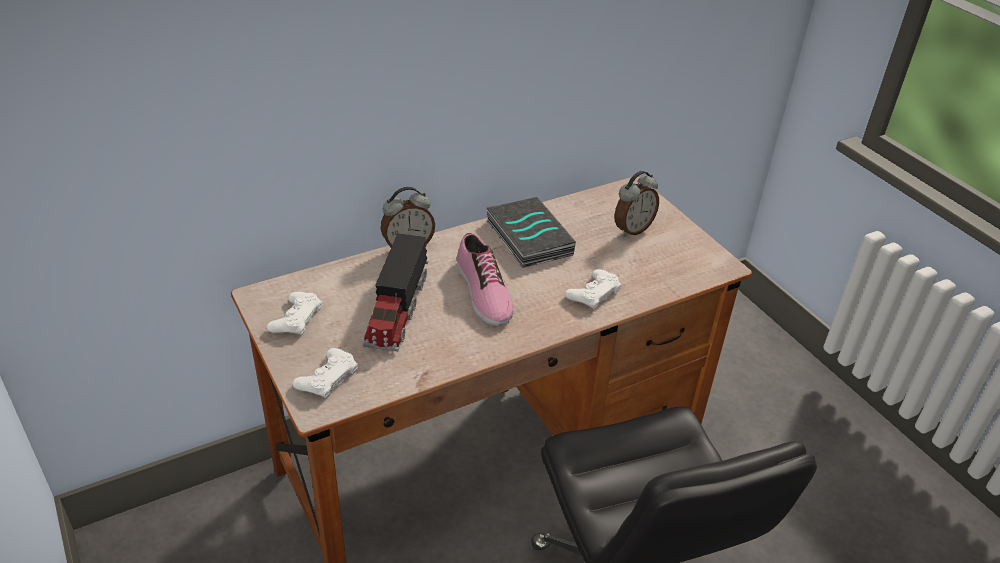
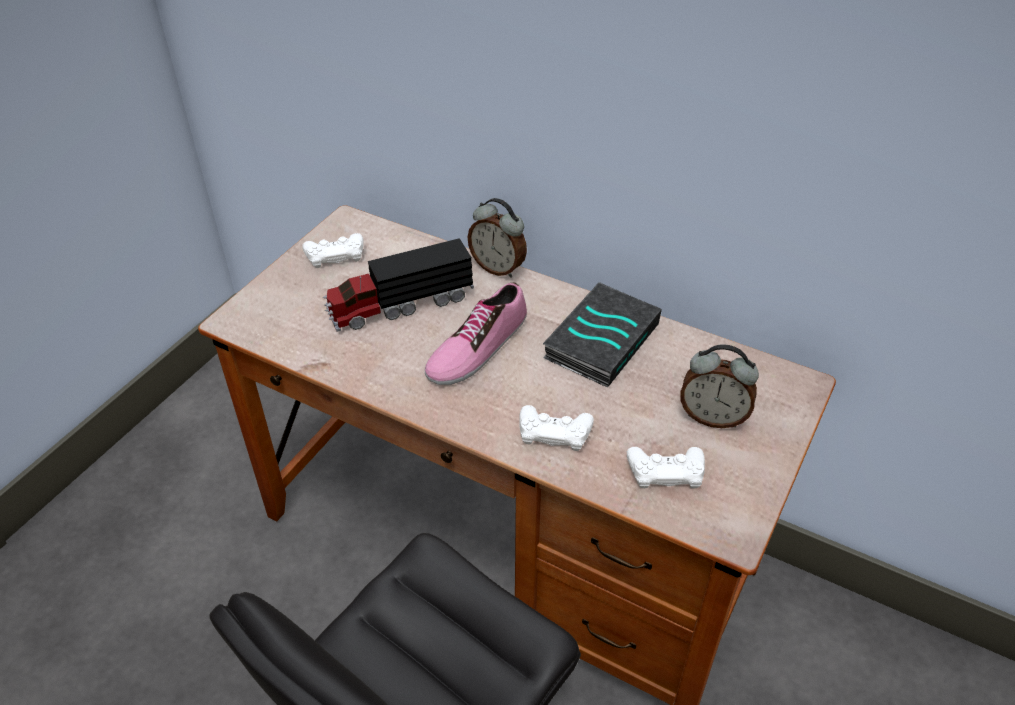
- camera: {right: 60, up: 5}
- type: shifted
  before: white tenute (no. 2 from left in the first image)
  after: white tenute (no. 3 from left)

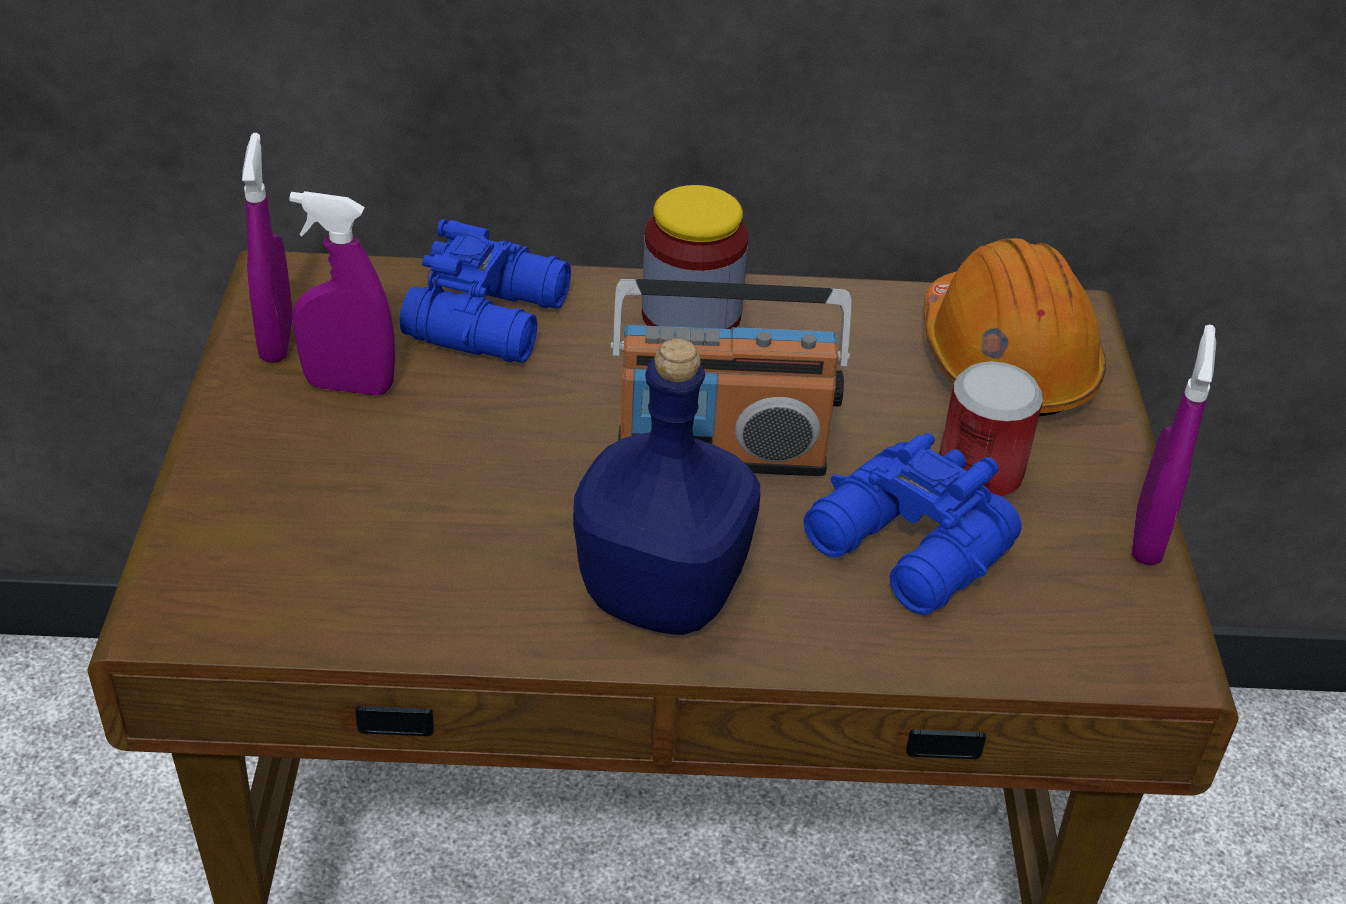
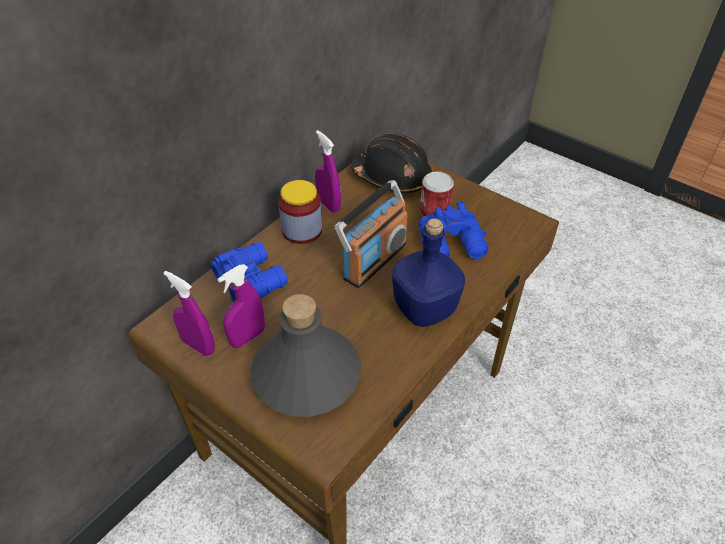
- camera: {right: -50, up: 5}
- type: new
  after: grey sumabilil
- type: shifted
  before: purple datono (no. 3 from left)
- type: repainted
  before: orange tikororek
  after: black tikororek

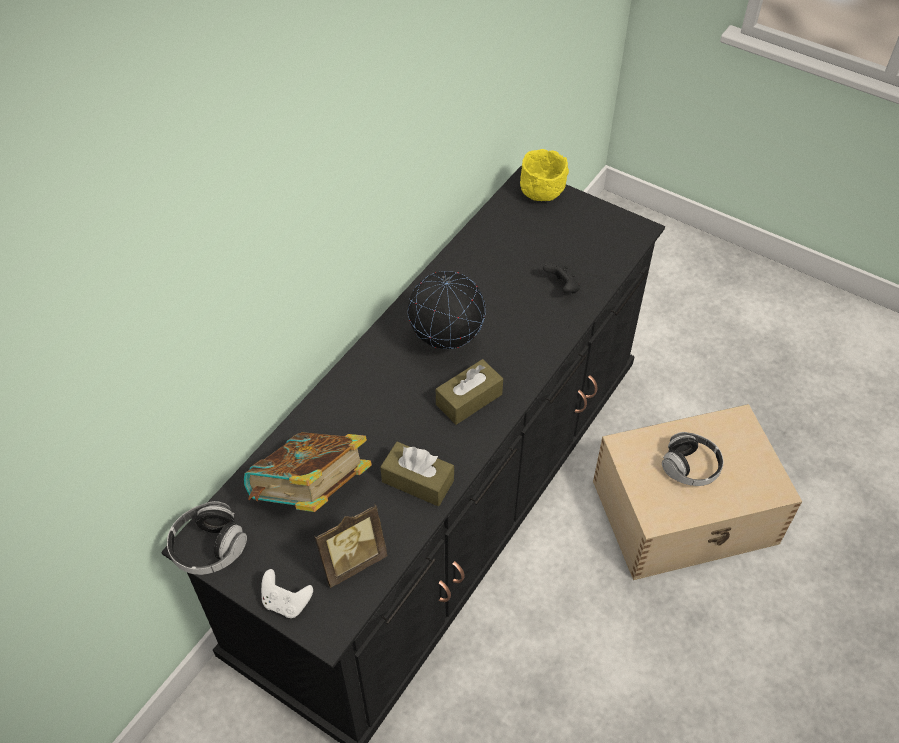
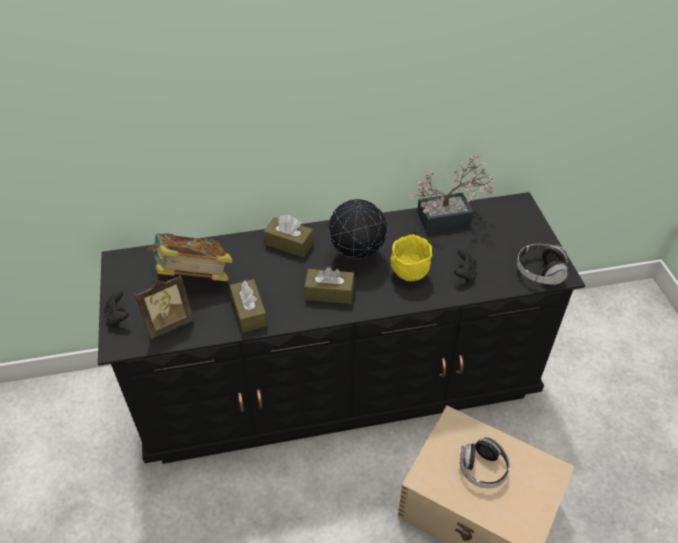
- camera: {right: 45, up: -5}
- type: new
  after: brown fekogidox (no. 2 from left)
- type: new
  after: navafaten
- type: shifted
  before: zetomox (no. 1 from left in the first image)
  after: zetomox (no. 2 from left)
- type: shifted
  before: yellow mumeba
- type: repainted
  before: white tenute
  after: black tenute (no. 1 from left)
- type: rotated
  before: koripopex
  turn: -45

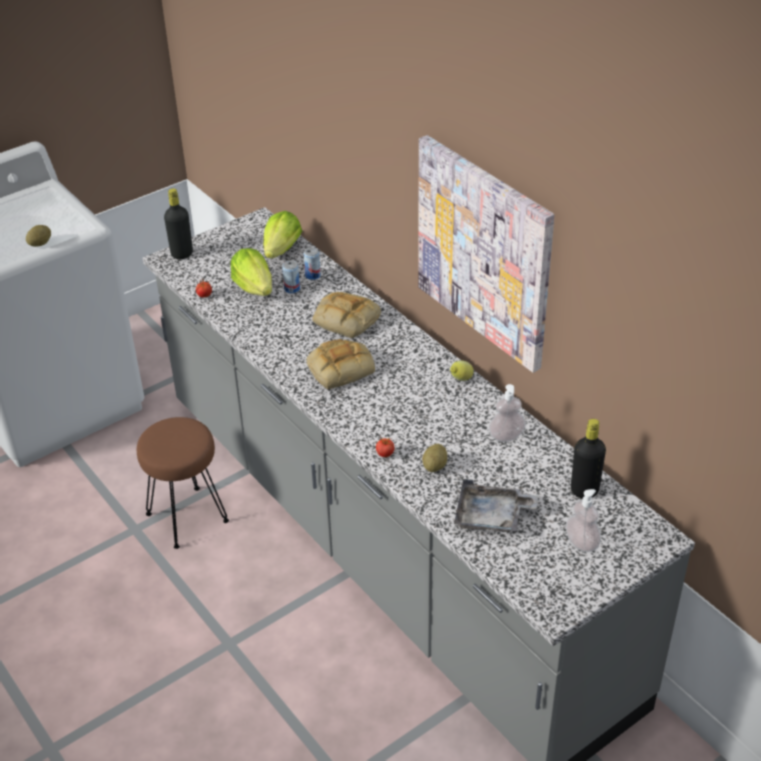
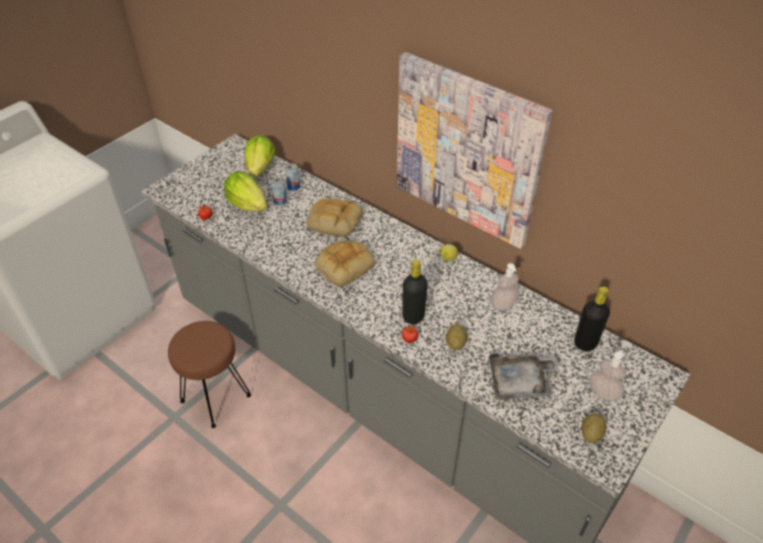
- camera: {right: -15, up: 5}
- type: shifted
  before: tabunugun (no. 1 from left in the first image)
  after: tabunugun (no. 2 from left)
- type: shifted
  before: black sumabilil (no. 1 from left)

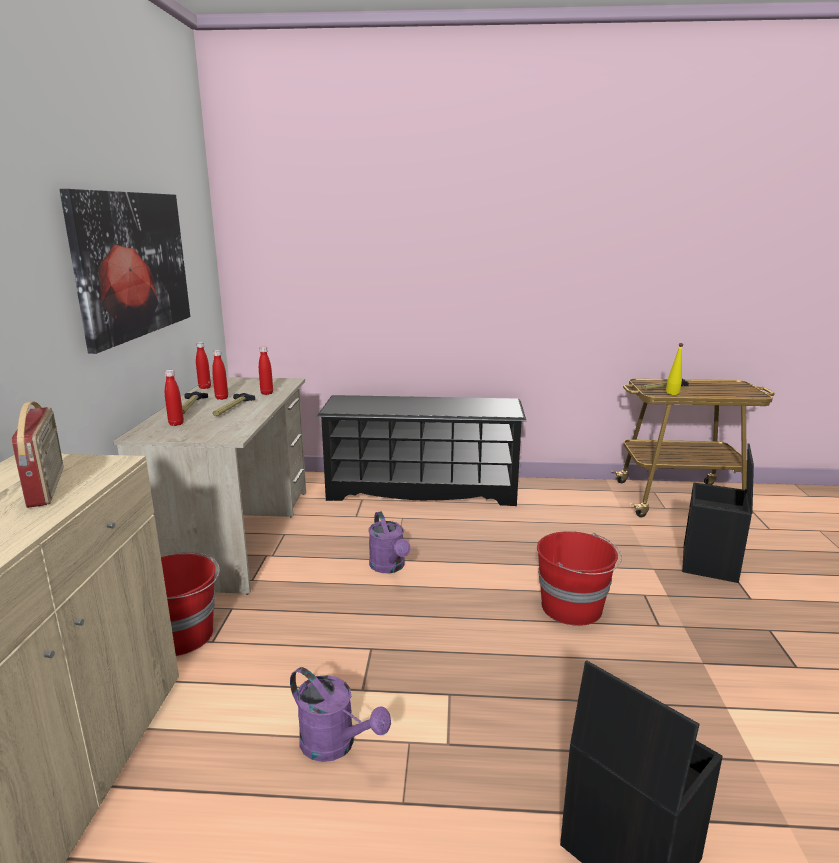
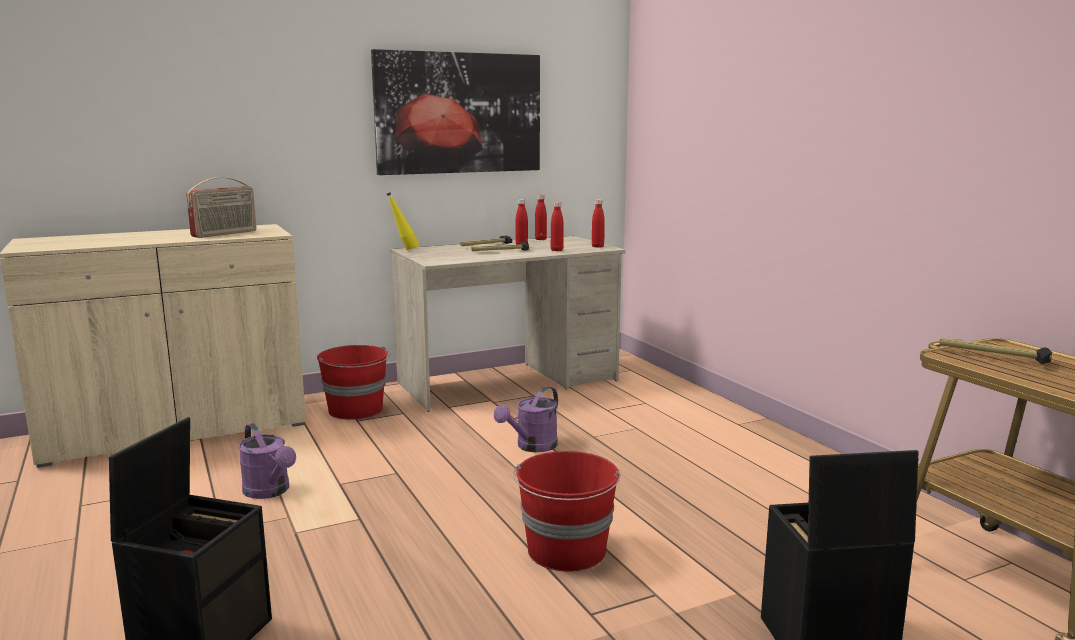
- camera: {right: 60, up: -5}
- type: gone
  before: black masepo
- type: shifted
  before: red sumabilil (no. 1 from left in the first image)
  after: red sumabilil (no. 4 from left)
- type: shifted
  before: yellow sumabilil
- type: rotated
  before: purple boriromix (no. 1 from left)
  turn: -45

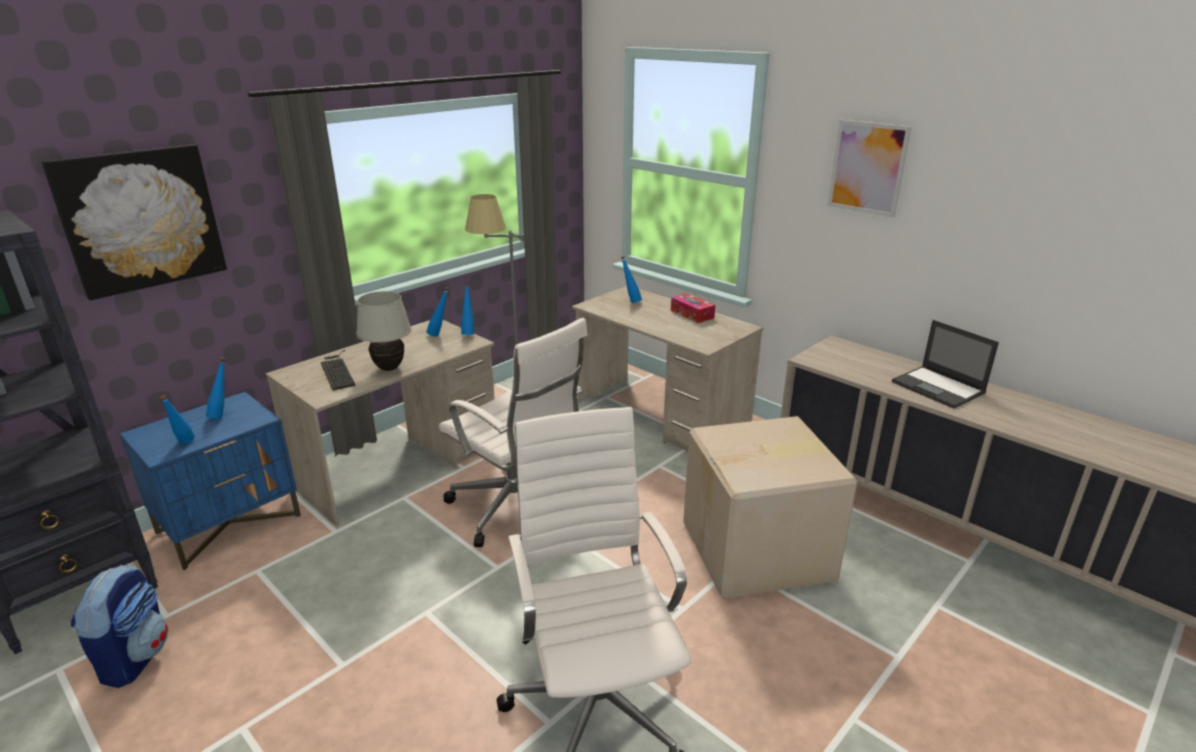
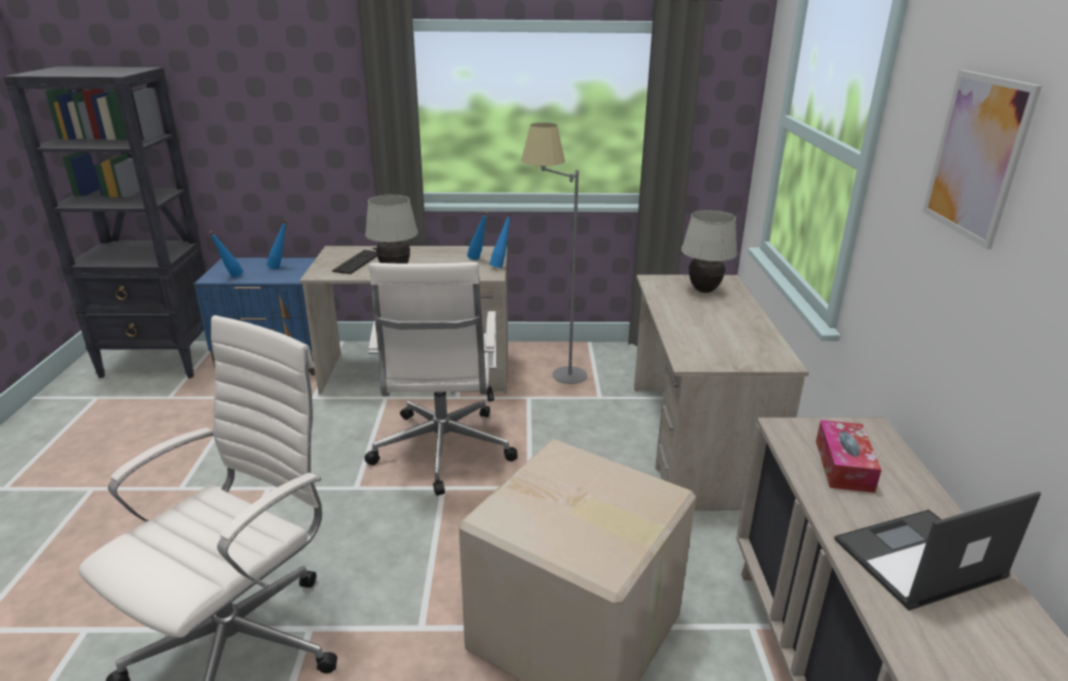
- camera: {right: 45, up: 0}
- type: gone
  before: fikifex (no. 1 from left)
- type: gone
  before: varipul
- type: shifted
  before: fekogidox
- type: swapped
  before: blue sumabilil (no. 5 from left)
  after: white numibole (no. 2 from left)
- type: rotated
  before: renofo
  turn: 60

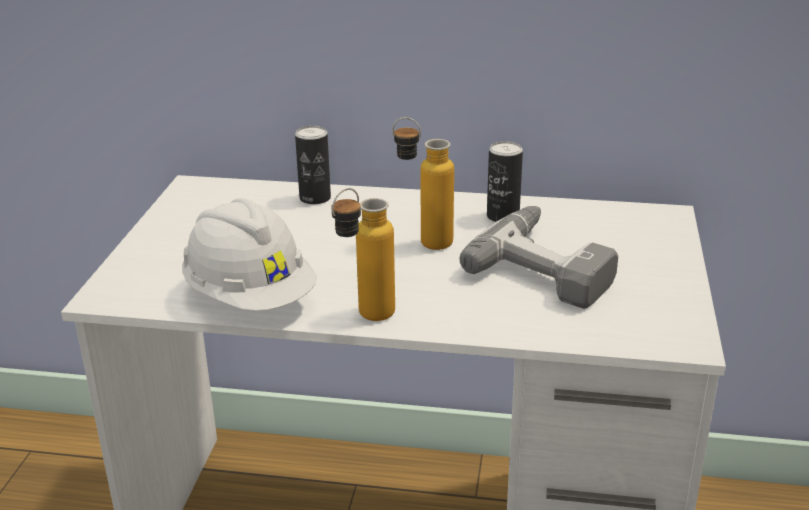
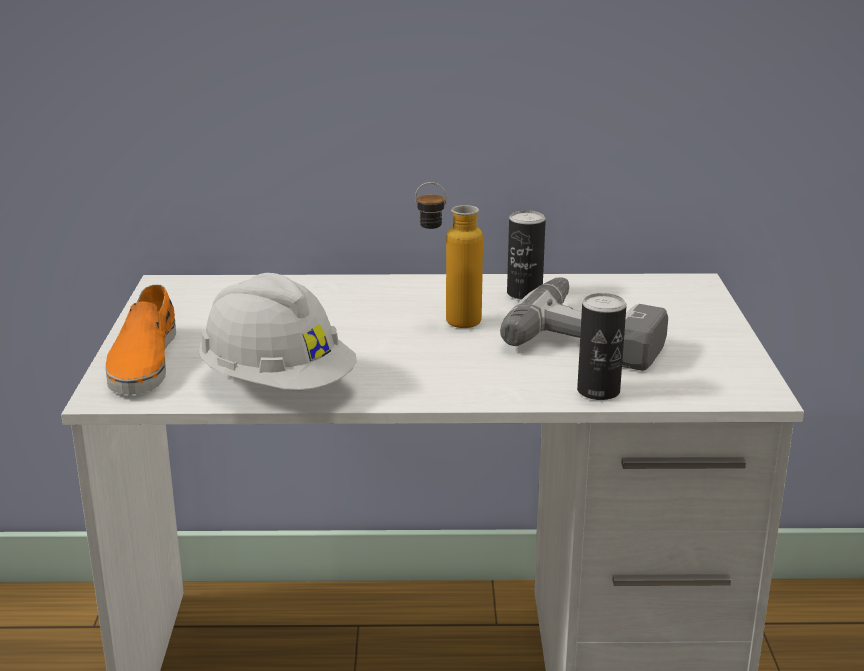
- camera: {right: -10, up: -5}
- type: gone
  before: sumabilil (no. 1 from left)
- type: new
  after: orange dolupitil
- type: shifted
  before: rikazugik (no. 1 from left in the first image)
  after: rikazugik (no. 2 from left)

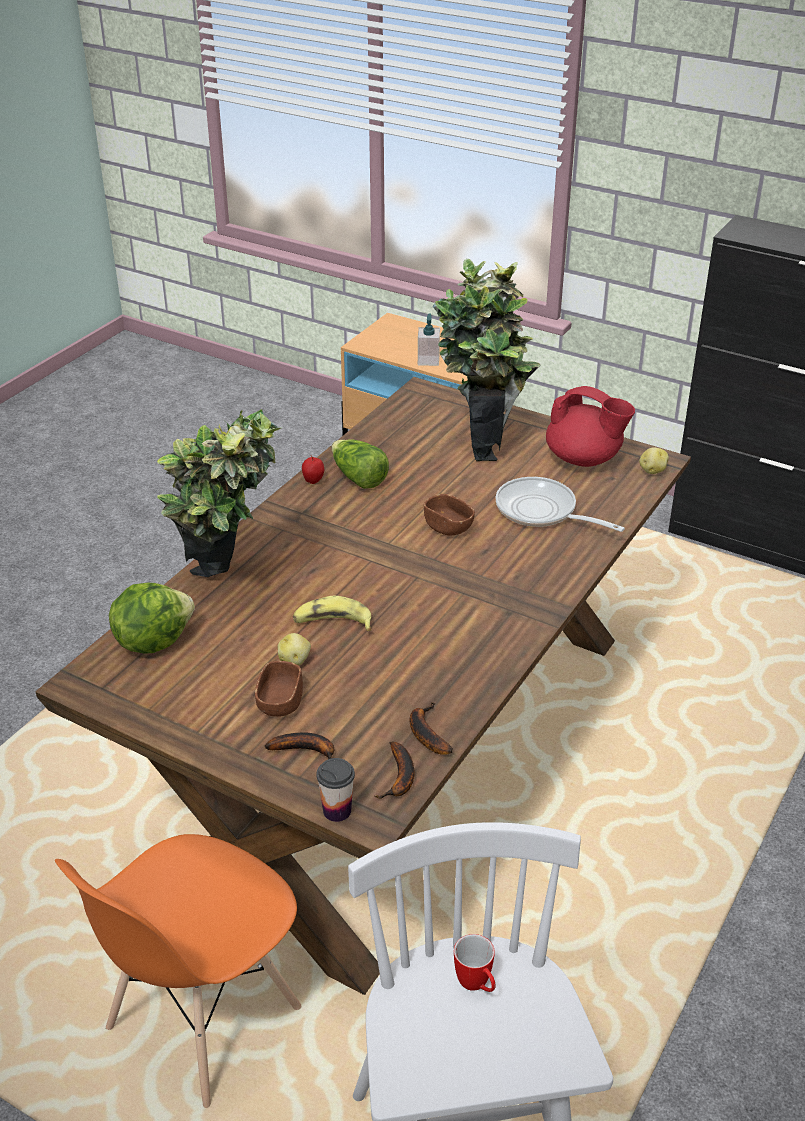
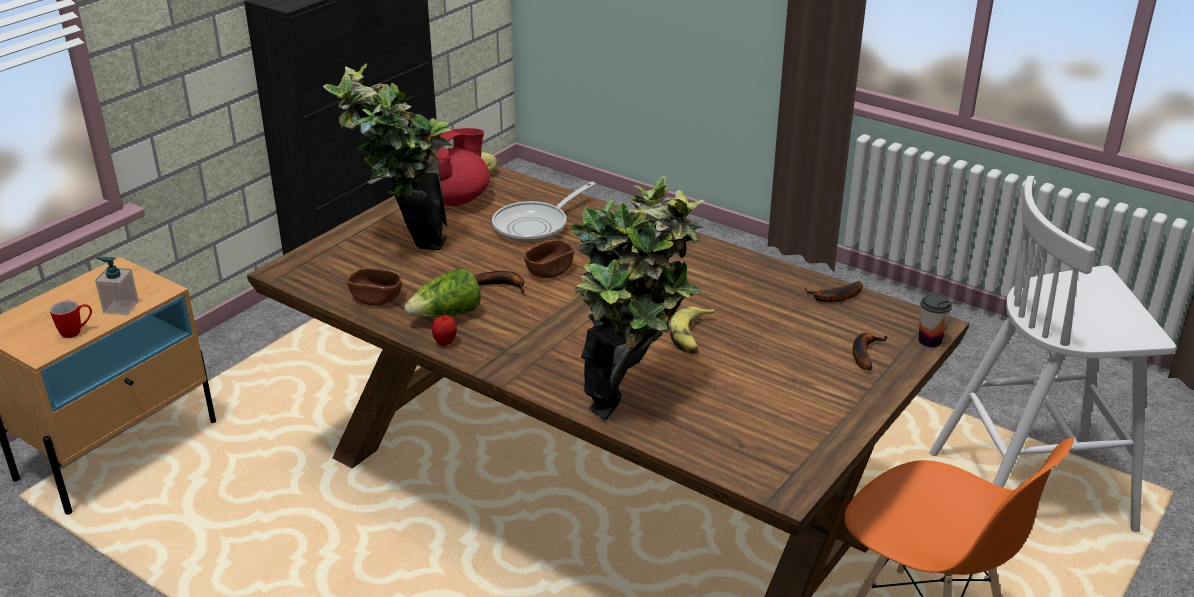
- camera: {right: -85, up: -5}
- type: gone
  before: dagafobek (no. 1 from left)
- type: gone
  before: tabunugun (no. 1 from left)
- type: shifted
  before: brown mumeba (no. 1 from left)
- type: shifted
  before: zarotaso (no. 3 from left in the first image)
  after: zarotaso (no. 1 from left)
- type: shifted
  before: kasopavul

